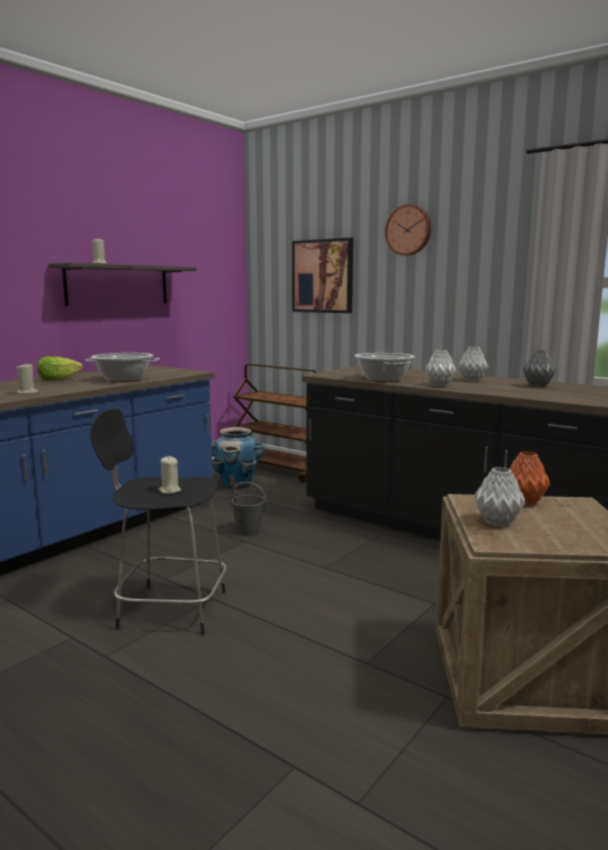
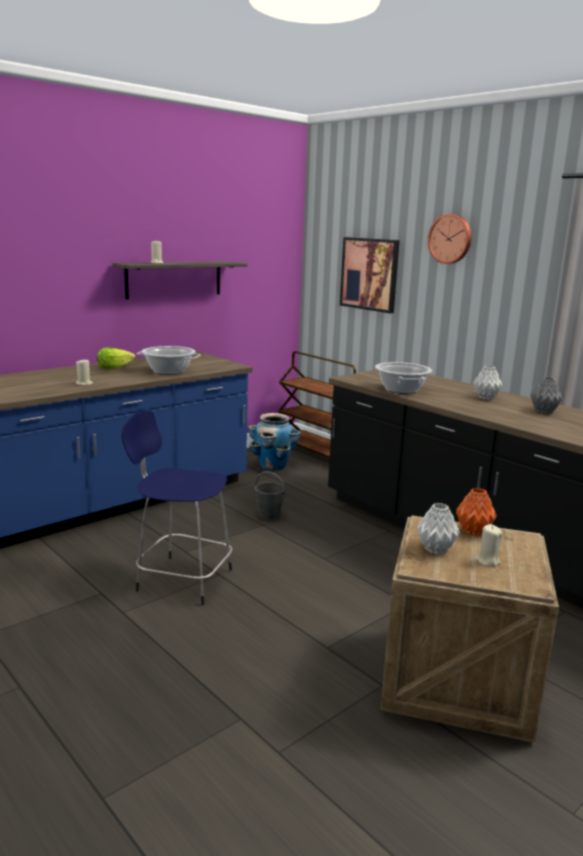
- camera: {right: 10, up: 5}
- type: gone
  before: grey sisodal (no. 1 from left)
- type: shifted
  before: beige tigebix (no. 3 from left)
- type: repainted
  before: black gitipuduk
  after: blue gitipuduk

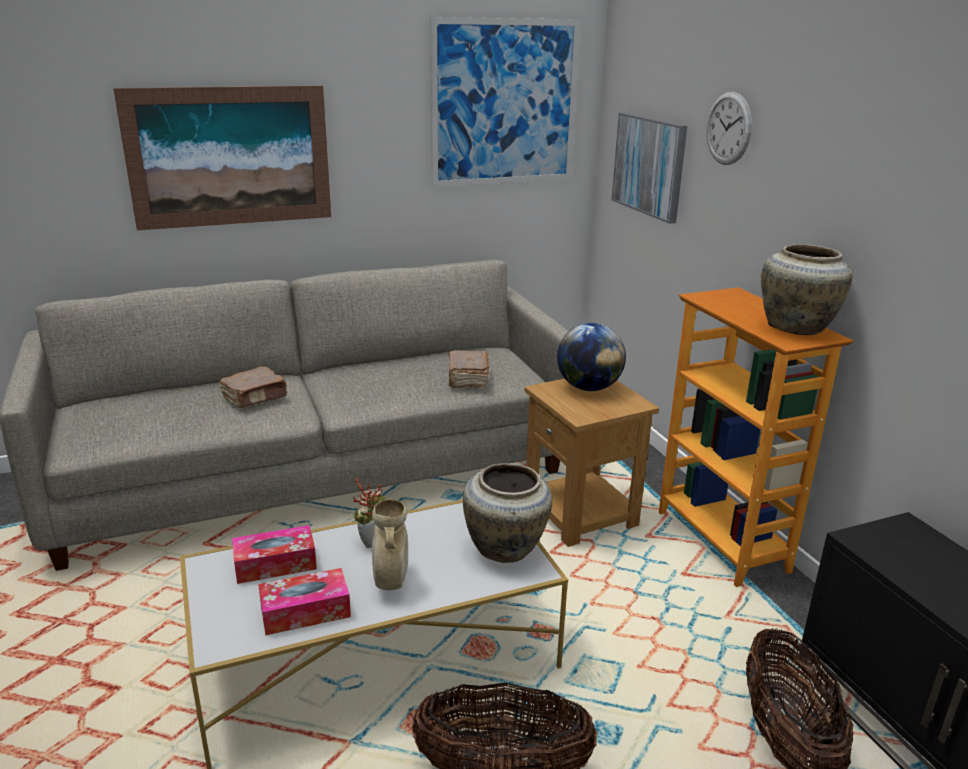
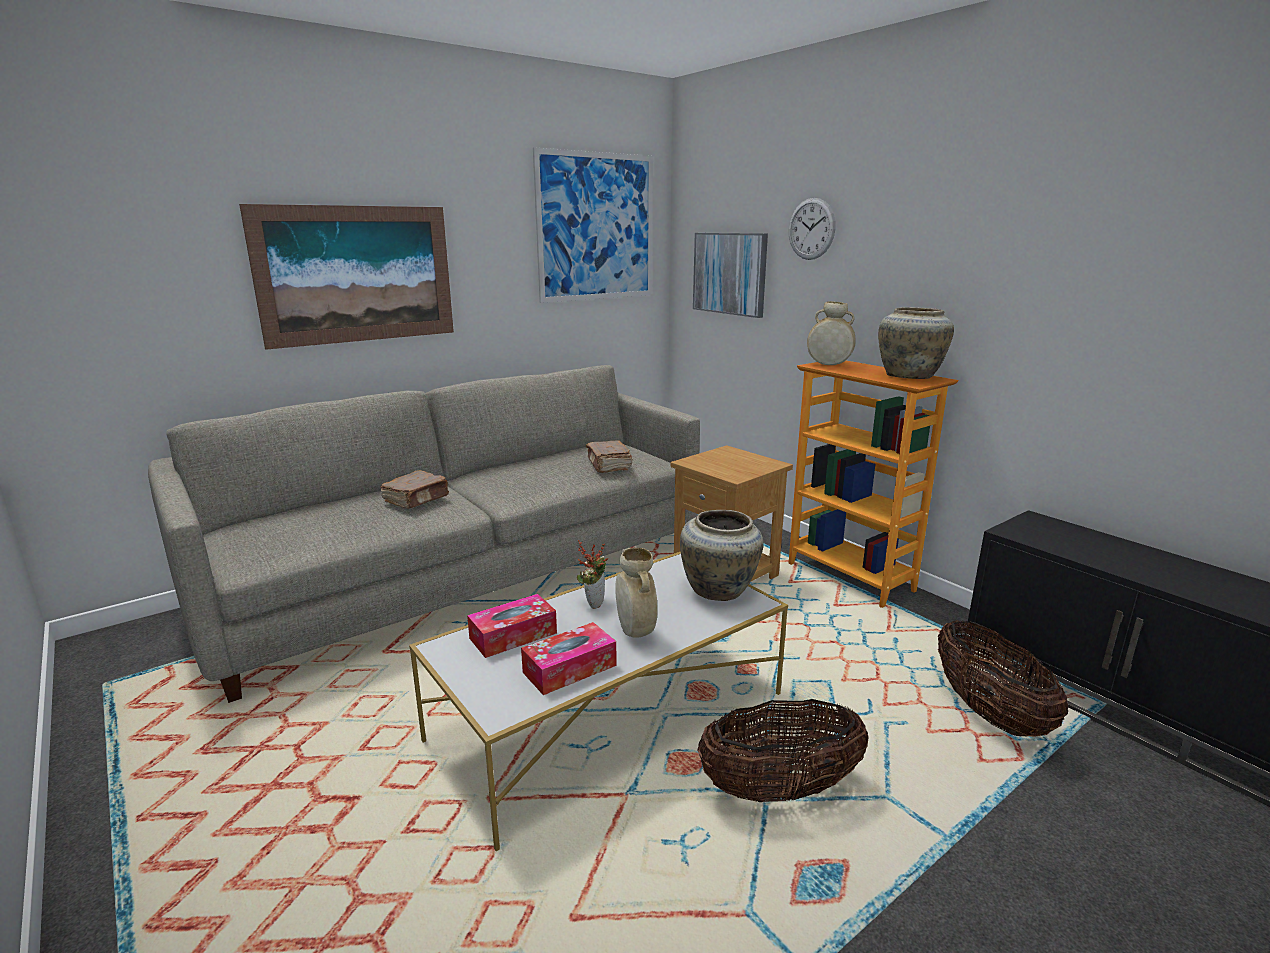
- camera: {right: -15, up: -5}
- type: gone
  before: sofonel
- type: new
  after: beige sisodal (no. 3 from left)

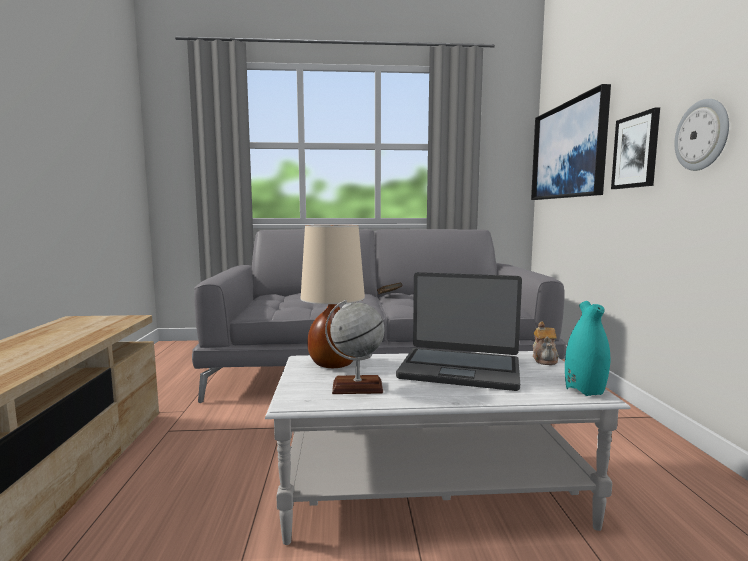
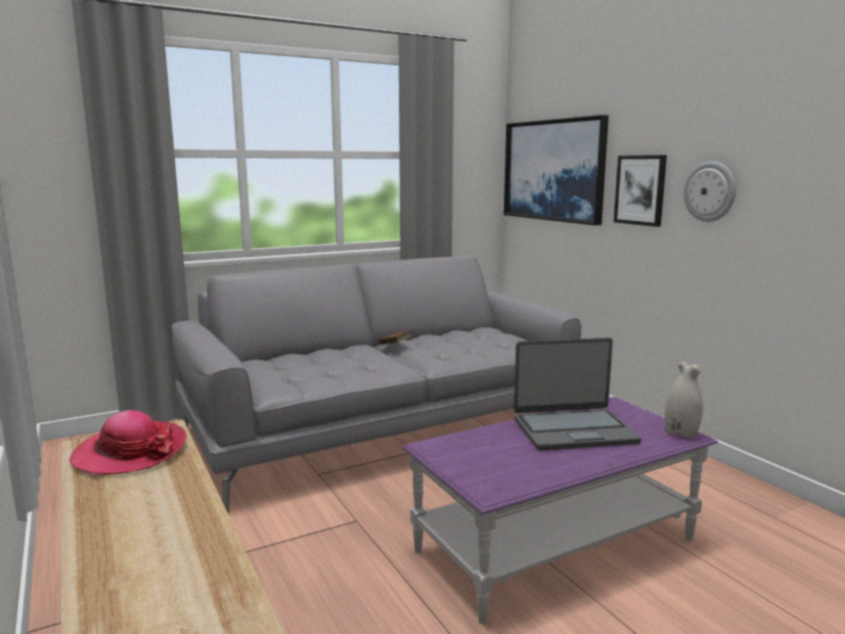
- camera: {right: -25, up: 5}
- type: gone
  before: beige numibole
- type: gone
  before: sofonel
- type: gone
  before: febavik
- type: new
  after: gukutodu
- type: repainted
  before: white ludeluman
  after: purple ludeluman
- type: repainted
  before: turquoise sisodal
  after: white sisodal

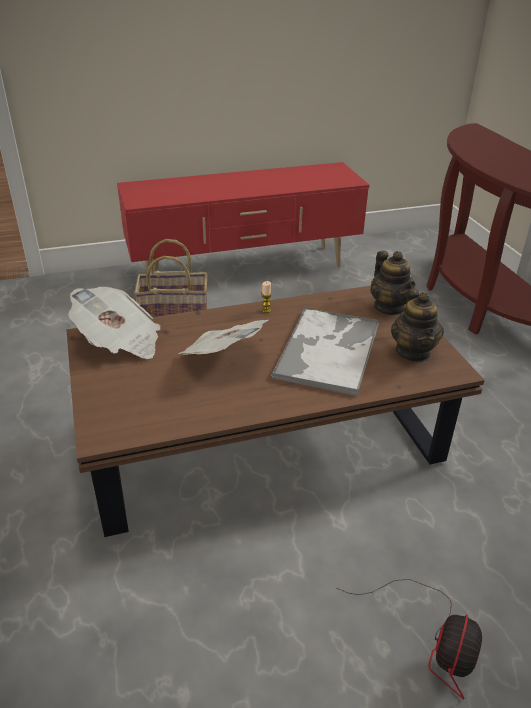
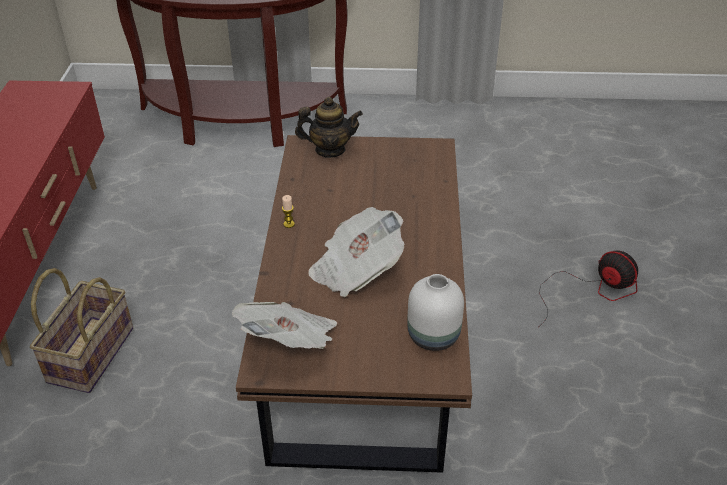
- camera: {right: -70, up: 5}
- type: gone
  before: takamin
- type: gone
  before: febavik (no. 2 from left)
- type: new
  after: white sisodal

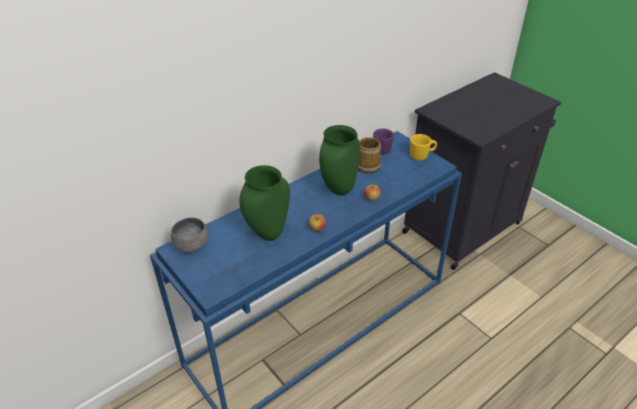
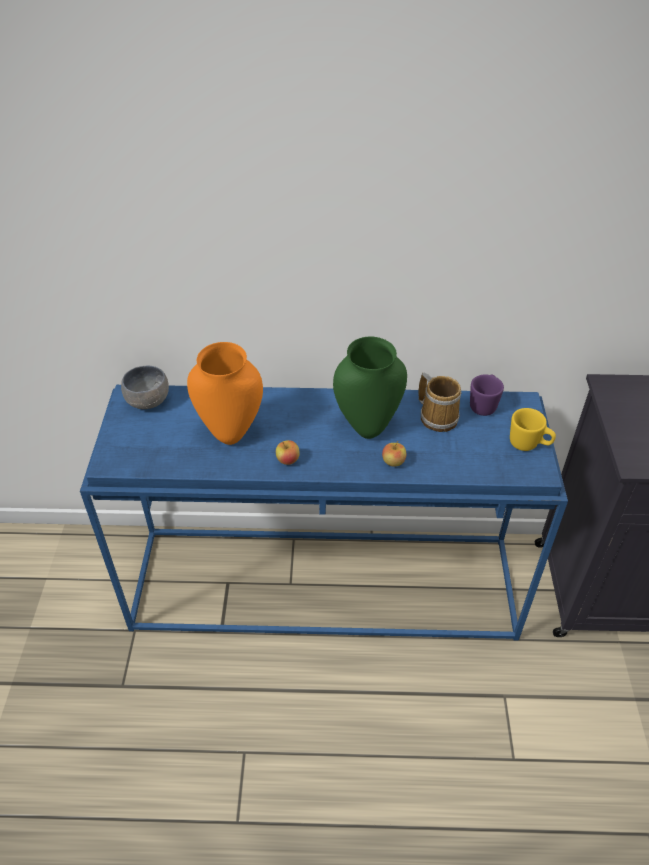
- camera: {right: 40, up: 5}
- type: repainted
  before: green sisodal (no. 1 from left)
  after: orange sisodal

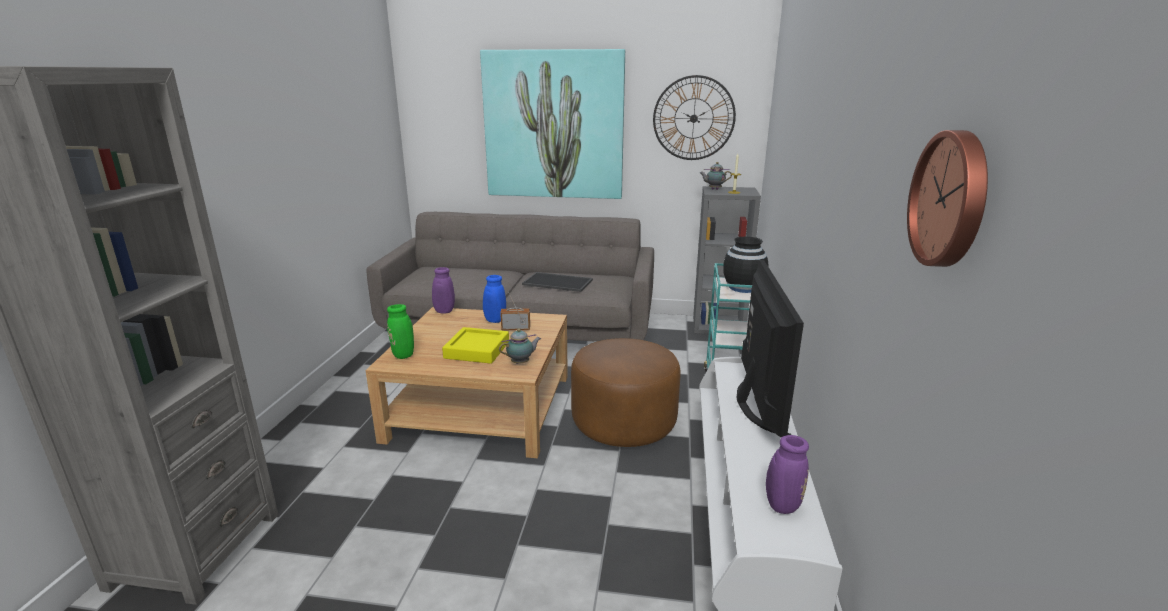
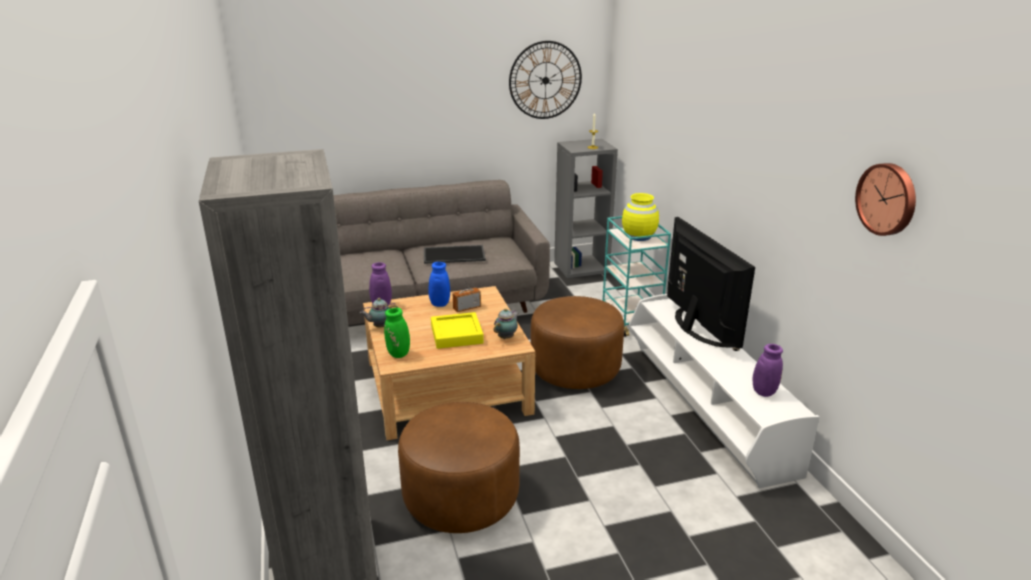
- camera: {right: -25, up: 5}
- type: gone
  before: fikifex
- type: new
  after: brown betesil (no. 1 from left)
- type: shifted
  before: febavik (no. 2 from left in the first image)
  after: febavik (no. 1 from left)
- type: repainted
  before: black sisodal
  after: yellow sisodal

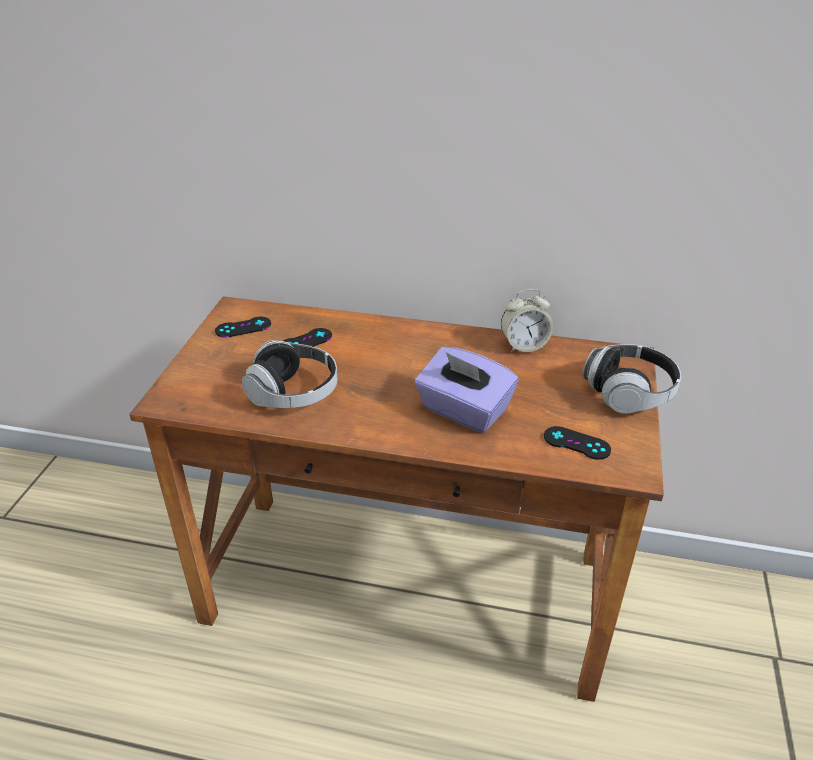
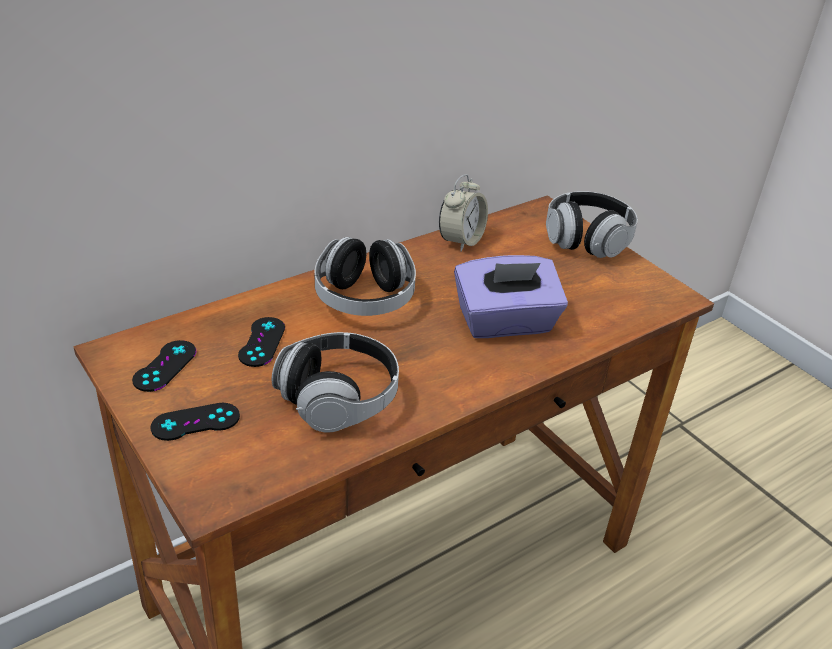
- camera: {right: -50, up: 0}
- type: new
  after: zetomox (no. 2 from left)
- type: shifted
  before: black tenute (no. 3 from left in the first image)
  after: black tenute (no. 2 from left)

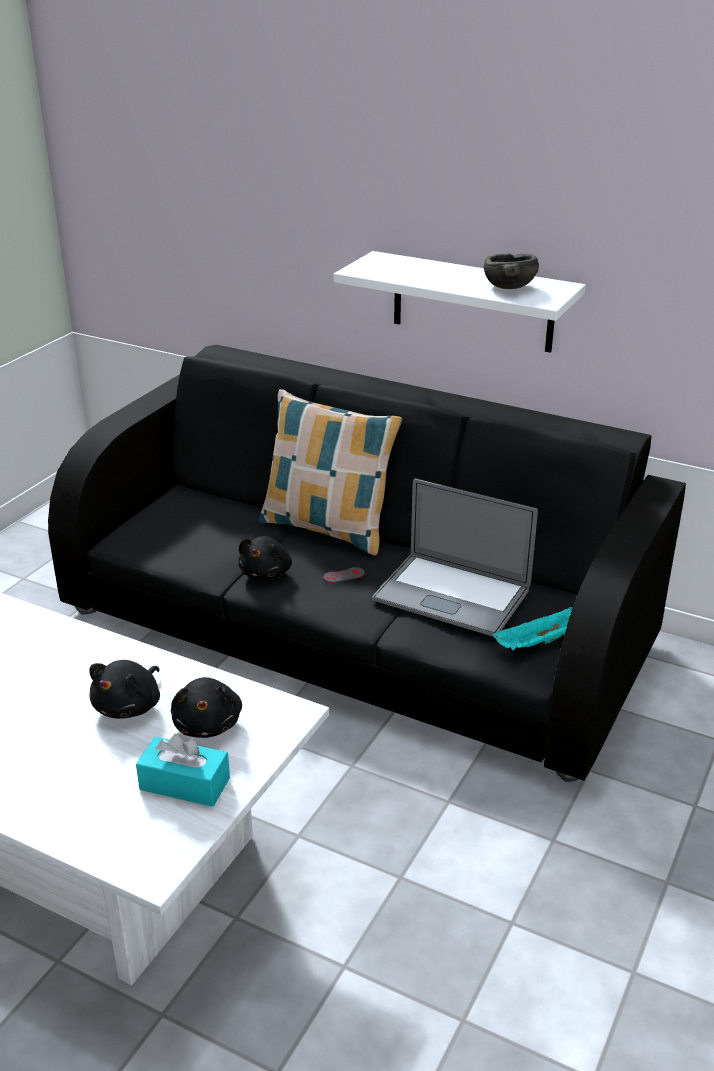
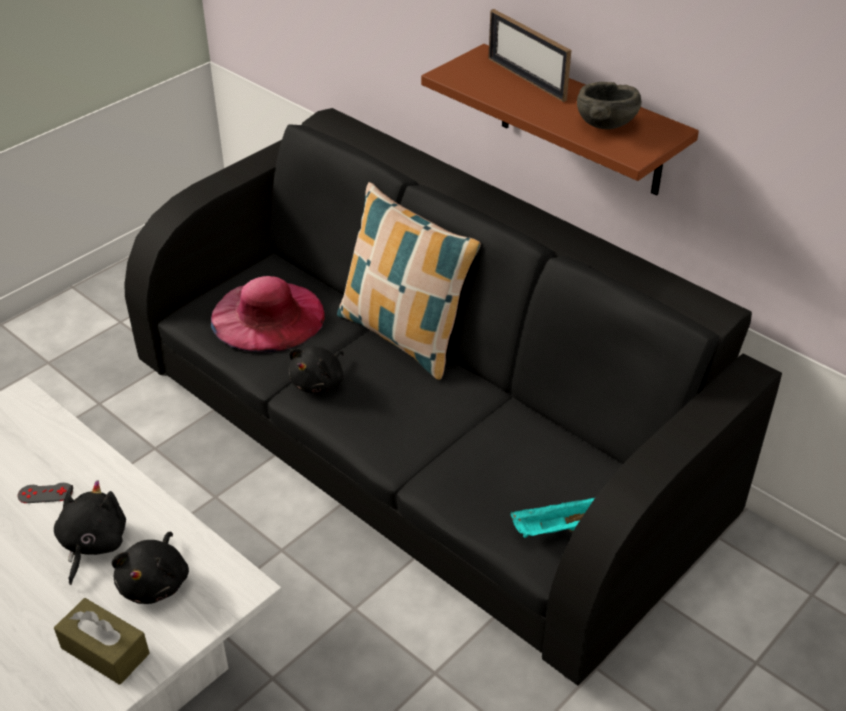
- camera: {right: 15, up: 10}
- type: gone
  before: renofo
- type: new
  after: pink gukutodu
- type: new
  after: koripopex
- type: shifted
  before: grey tenute
- type: repainted
  before: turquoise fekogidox
  after: brown fekogidox
- type: repainted
  before: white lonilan
  after: brown lonilan
- type: rotated
  before: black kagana (no. 1 from left)
  turn: 150

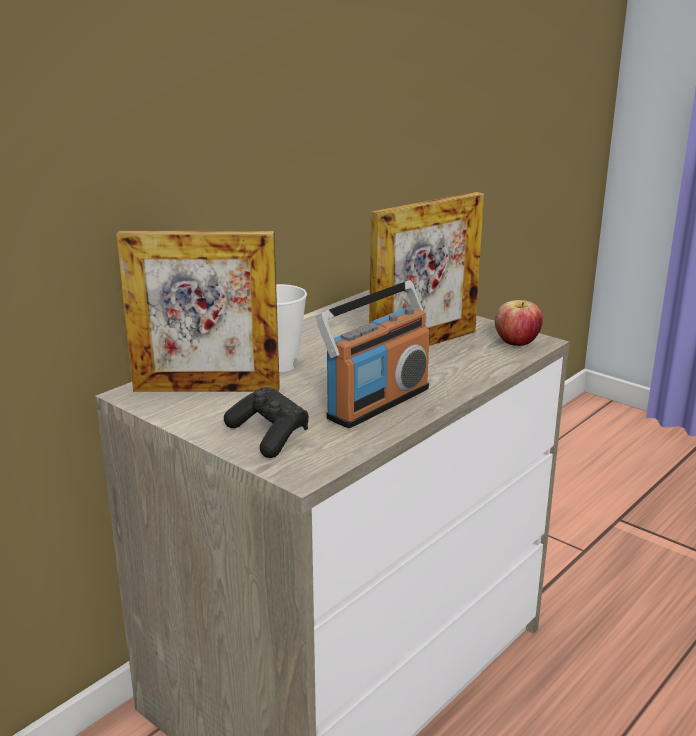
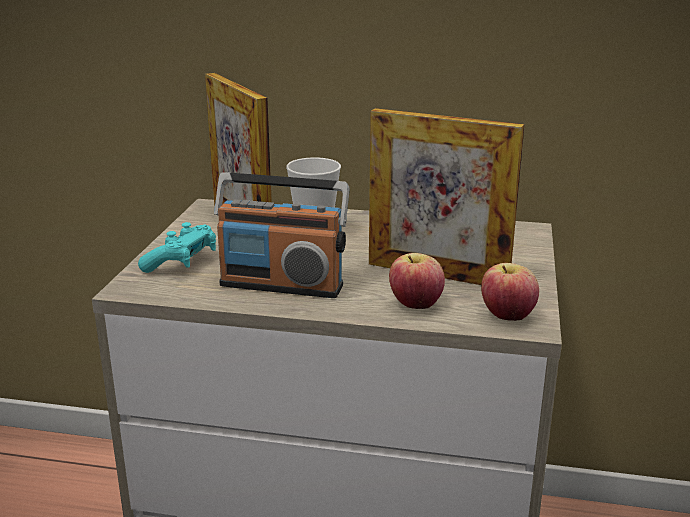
- camera: {right: 60, up: 0}
- type: new
  after: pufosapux (no. 1 from left)
- type: repainted
  before: black tenute
  after: turquoise tenute

